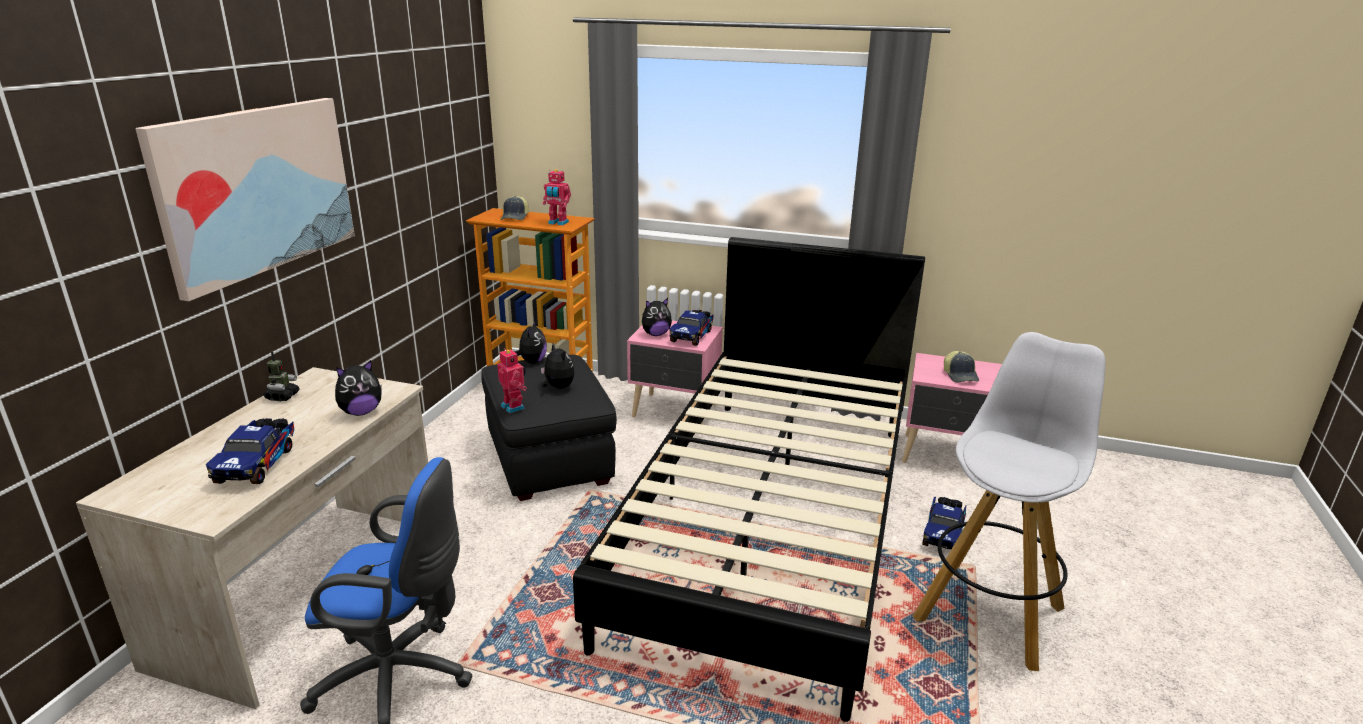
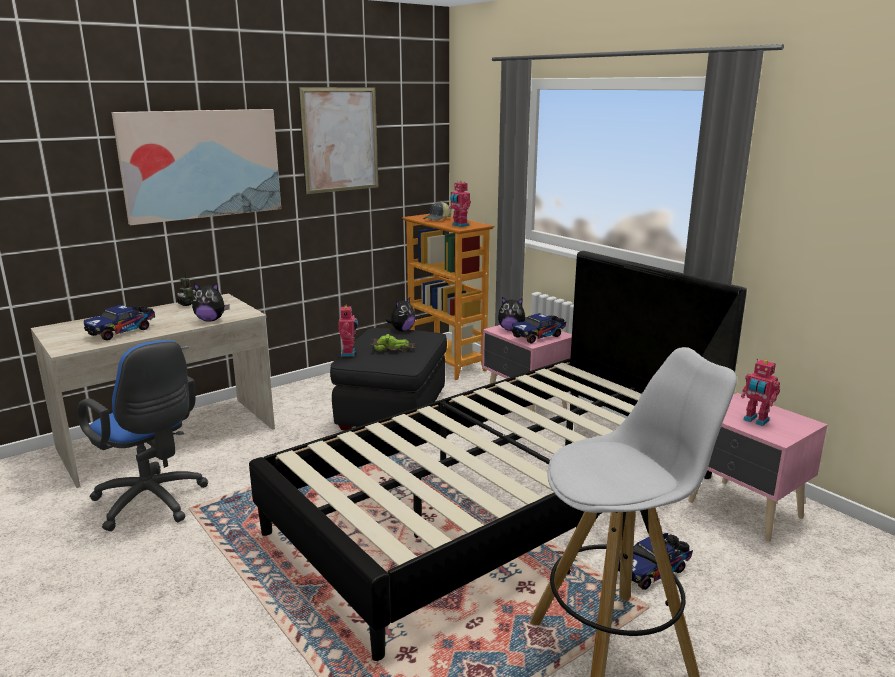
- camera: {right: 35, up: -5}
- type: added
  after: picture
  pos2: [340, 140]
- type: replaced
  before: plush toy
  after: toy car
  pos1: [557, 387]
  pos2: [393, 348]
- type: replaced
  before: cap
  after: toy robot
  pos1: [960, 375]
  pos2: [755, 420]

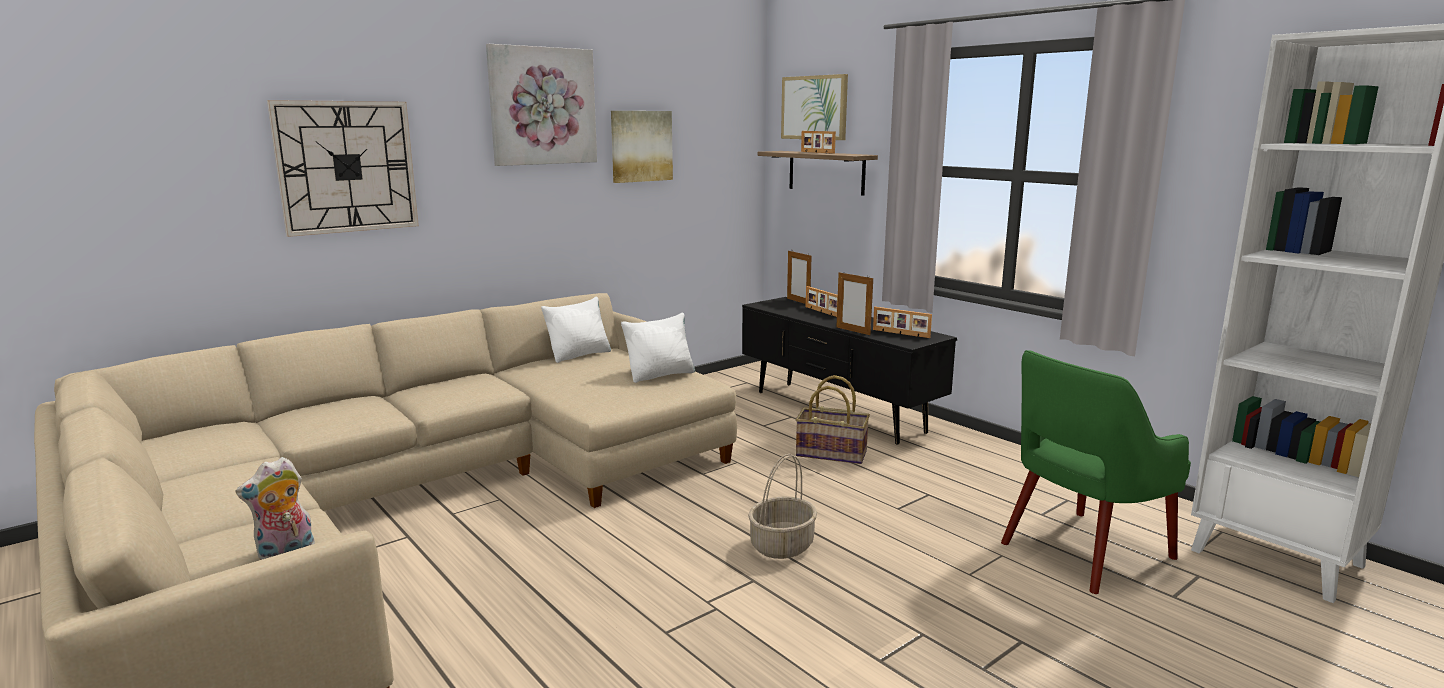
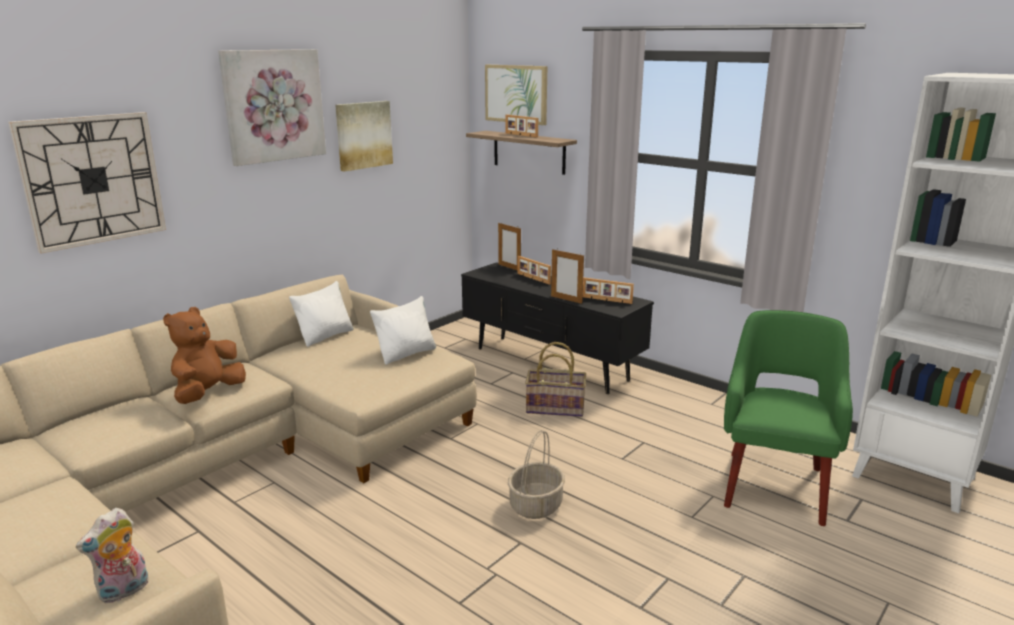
- camera: {right: -10, up: 5}
- type: added
  after: brown plush toy
  pos2: [208, 394]
- type: turned
  before: green armchair
  pos1: [1084, 551]
  pos2: [774, 485]
  turn: 150

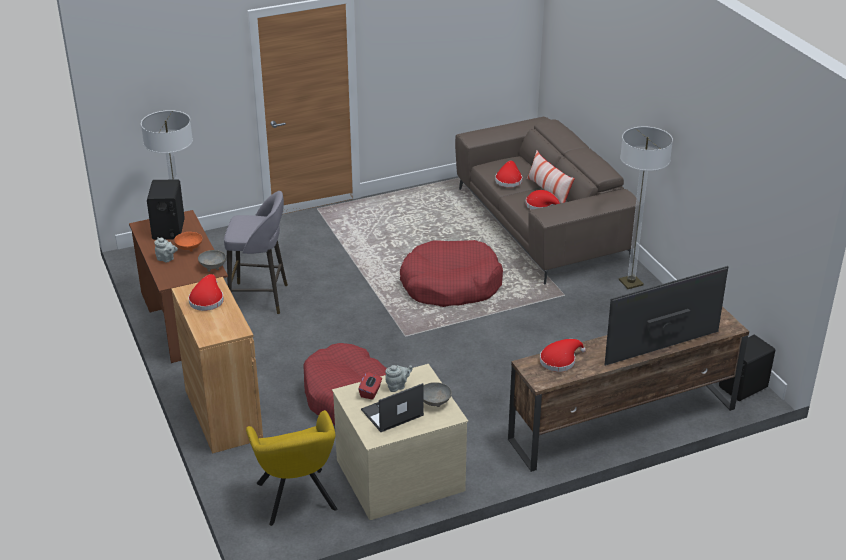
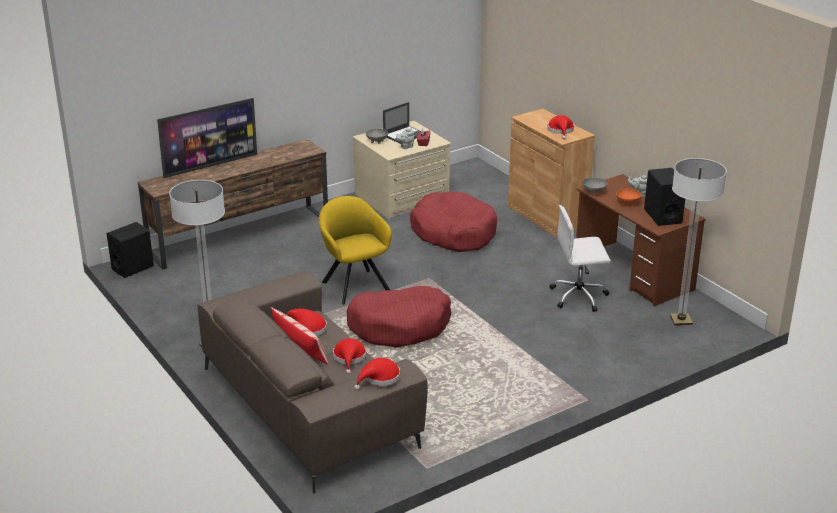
- camera: {right: 170, up: -5}
- type: moved
  before: yellow armchair
  pos1: [297, 500]
  pos2: [354, 284]
- type: moved
  before: red hat
  pos1: [560, 360]
  pos2: [379, 378]
- type: replaced
  before: grey stool
  after: white office chair
  pos1: [260, 298]
  pos2: [579, 296]

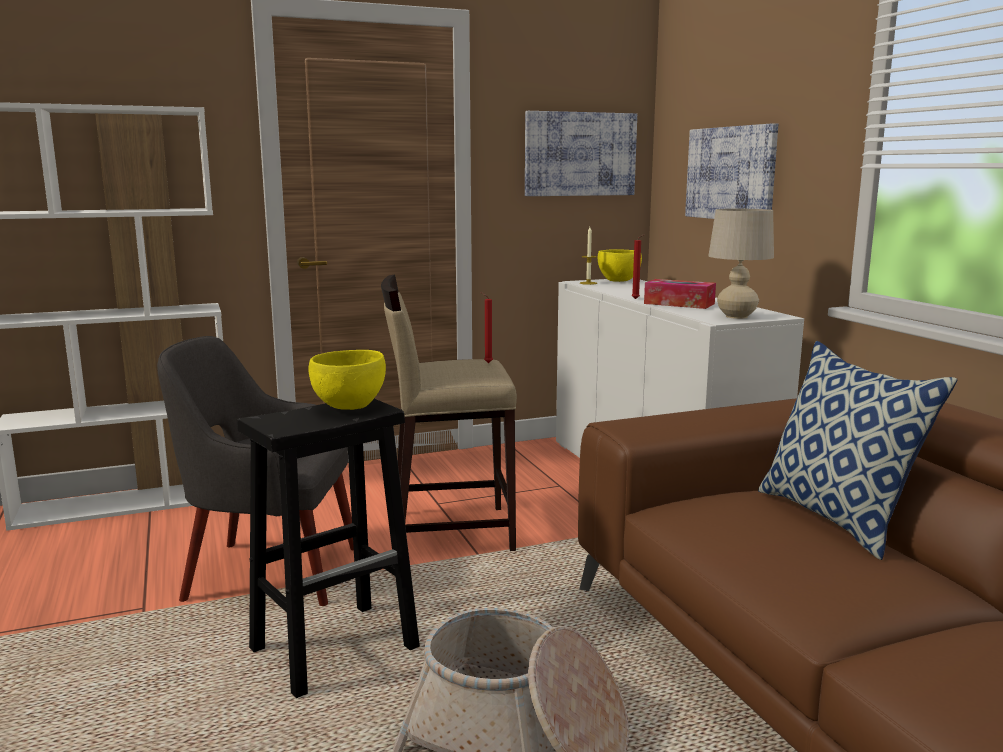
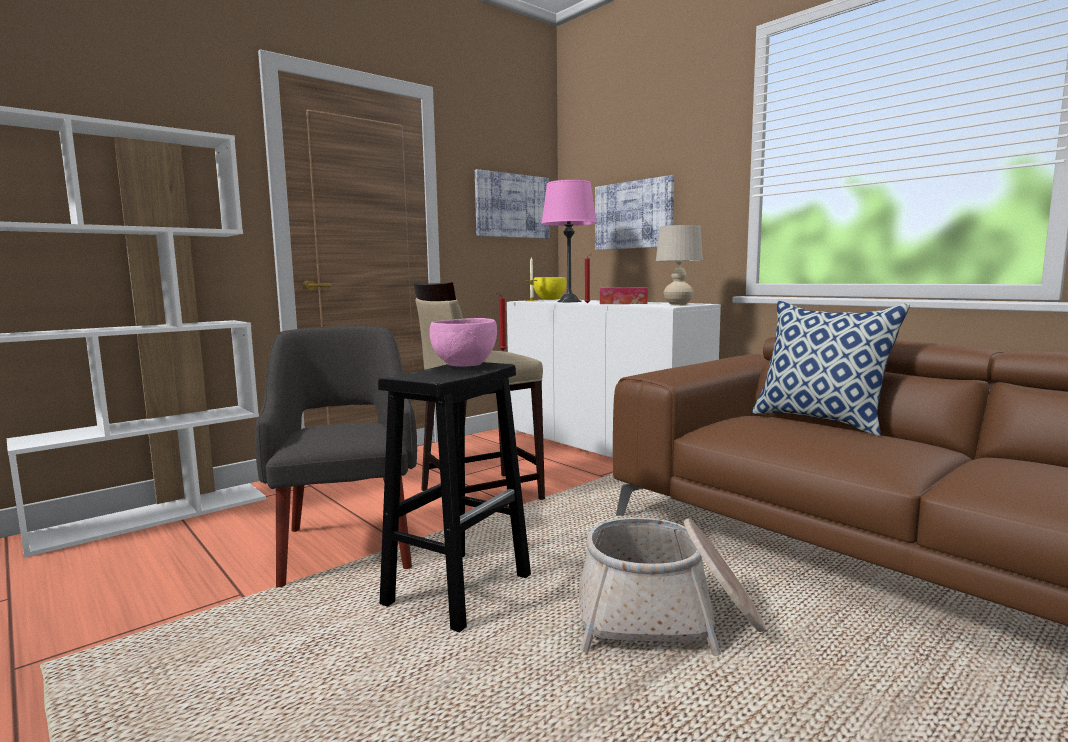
- camera: {right: -20, up: -5}
- type: added
  after: pink table lamp
  pos2: [569, 301]
- type: recoloured
  before: yellow bowl
  after: pink bowl
  pos1: [349, 406]
  pos2: [464, 365]
- type: turned
  before: grey armchair
  pos1: [269, 572]
  pos2: [347, 546]
  turn: 90

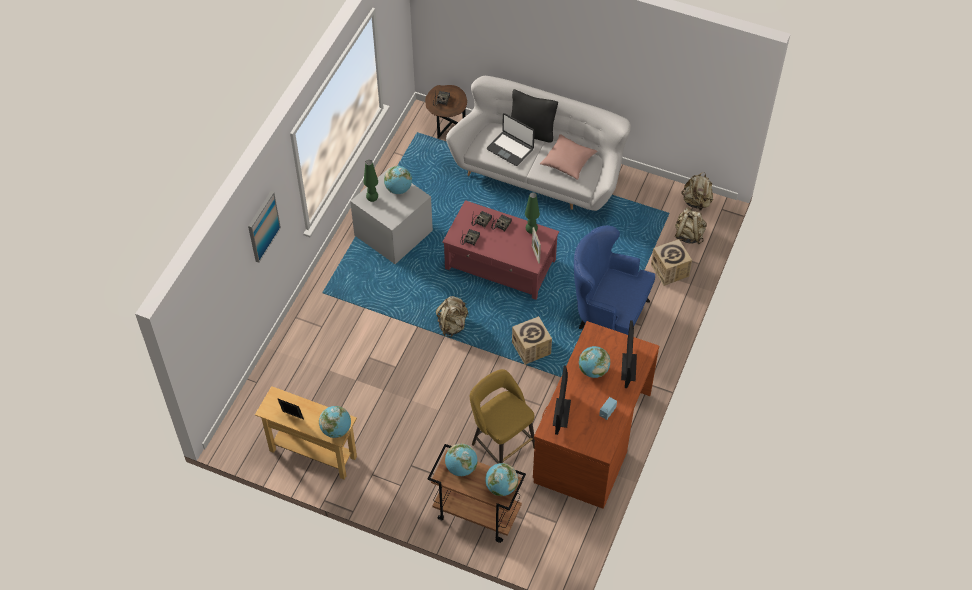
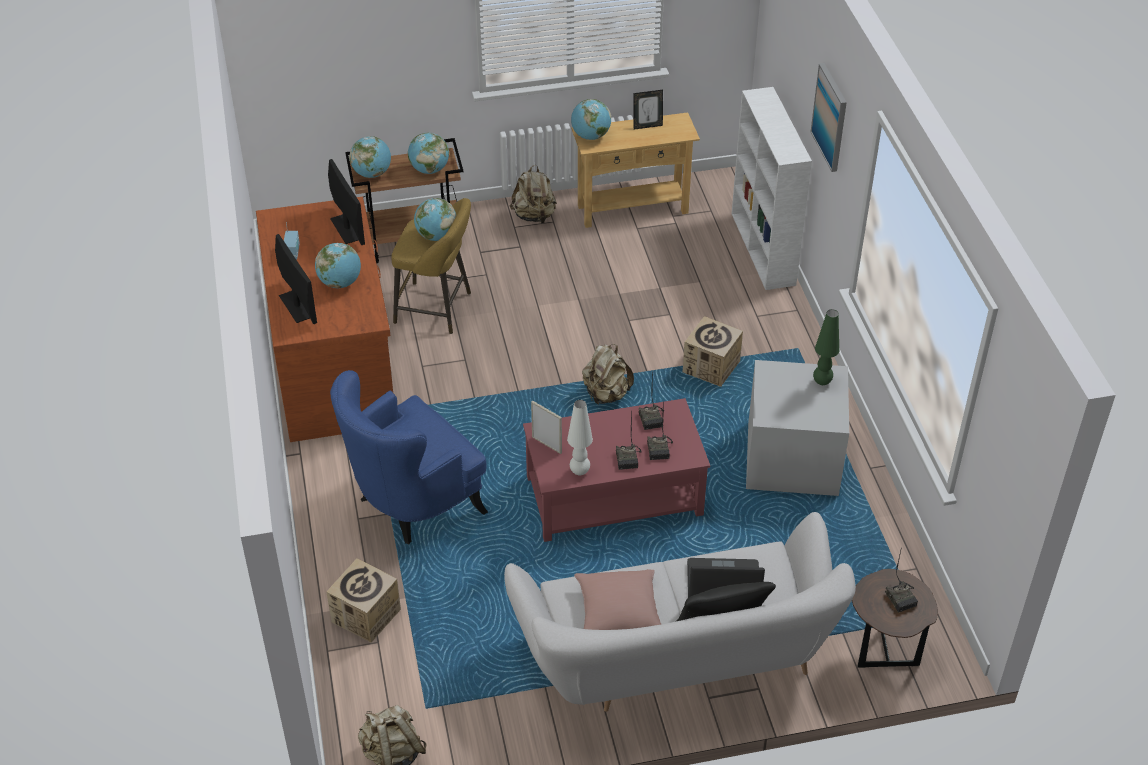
- camera: {right: 145, up: -10}
- type: added
  after: white bookcase
  pos2: [763, 249]
- type: moved
  before: globe
  pos1: [398, 189]
  pos2: [436, 236]
- type: moved
  before: cardboard box
  pos1: [531, 348]
  pos2: [711, 367]
- type: moved
  before: beige backpack
  pos1: [688, 235]
  pos2: [534, 216]
- type: recoloured
  before: green table lamp
  after: white table lamp
  pos1: [531, 231]
  pos2: [579, 471]
- type: turned
  before: blue armchair
  pos1: [607, 317]
  pos2: [412, 504]
  turn: 150

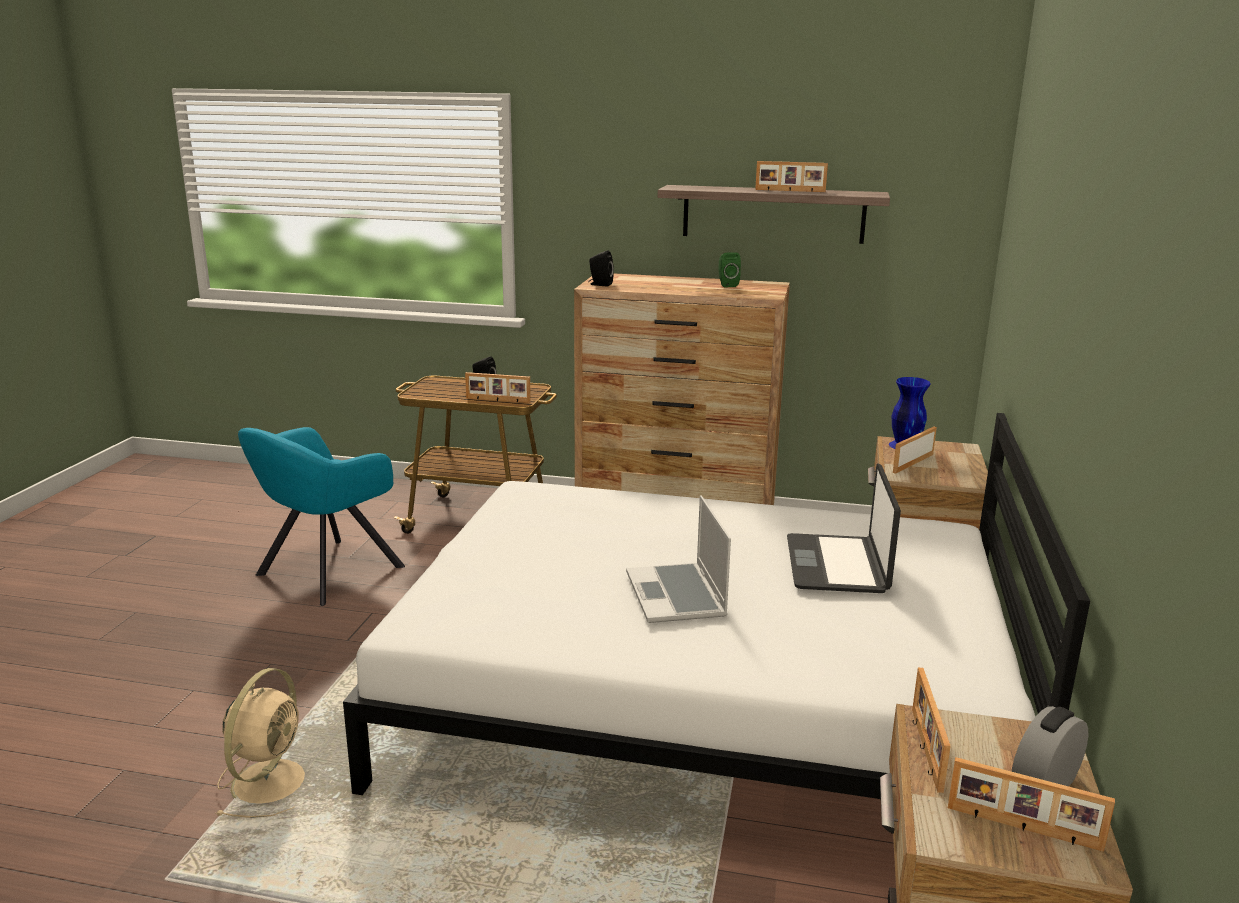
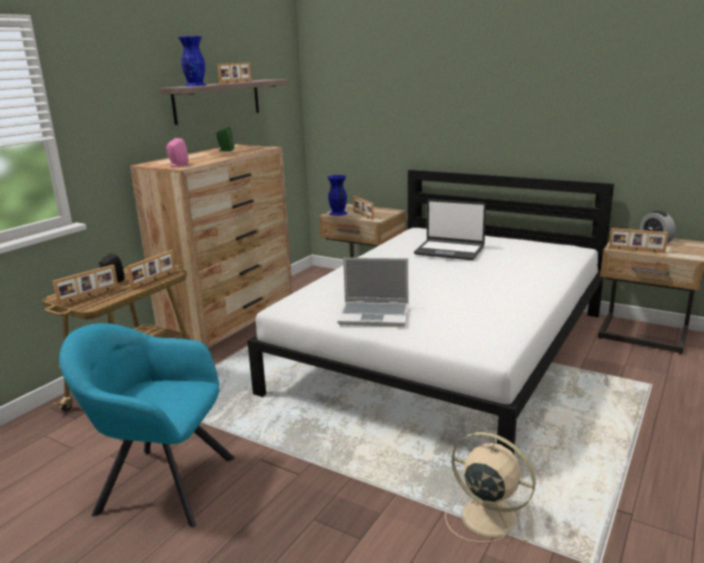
- camera: {right: -70, up: 0}
- type: added
  after: blue vase
  pos2: [195, 85]
- type: moved
  before: laptop
  pos1: [677, 596]
  pos2: [375, 315]
- type: moved
  before: picture frame
  pos1: [1023, 829]
  pos2: [89, 295]
- type: recoloured
  before: black speaker
  after: pink speaker
  pos1: [600, 284]
  pos2: [177, 165]
- type: turned
  before: turquoise armchair
  pos1: [326, 573]
  pos2: [161, 484]
  turn: 135

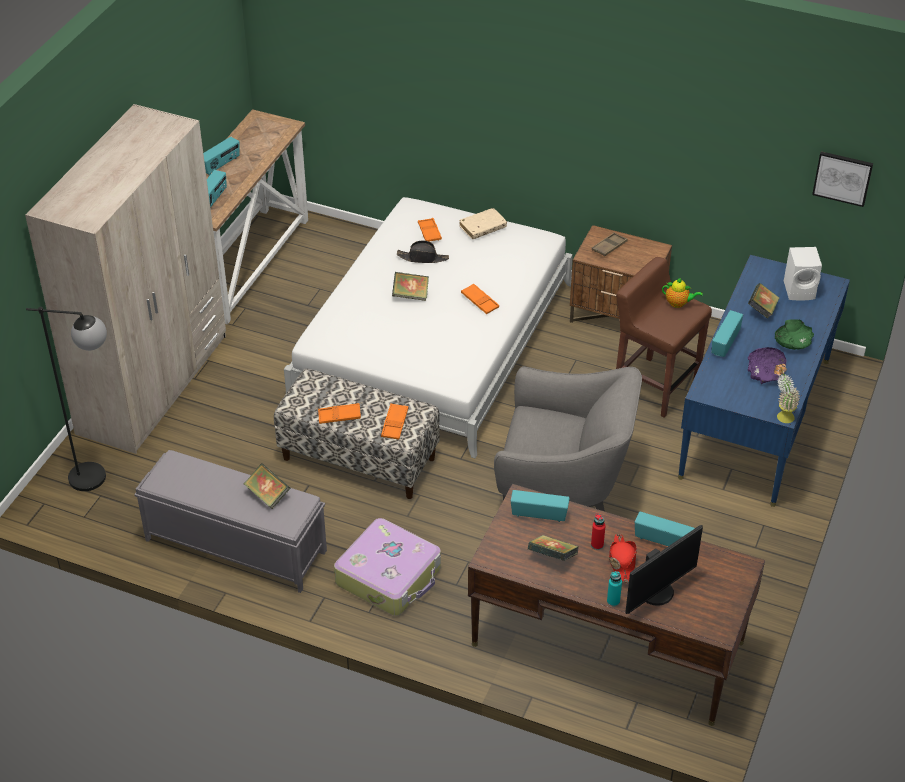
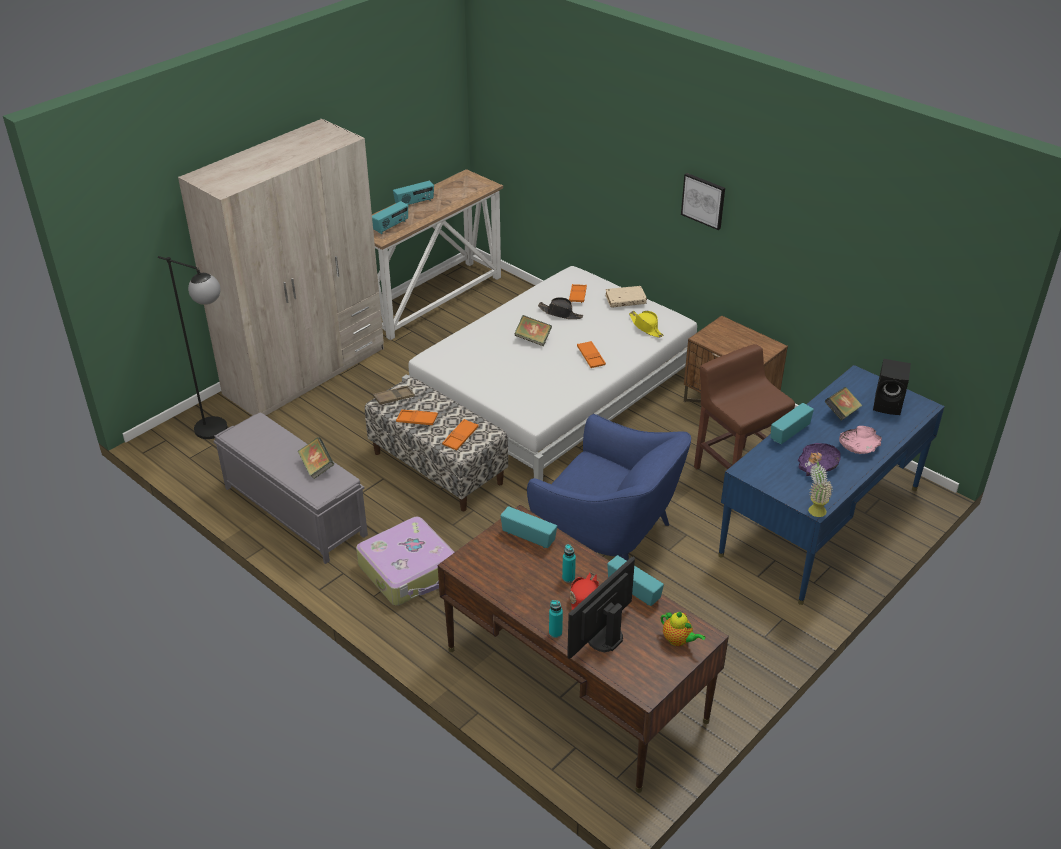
- camera: {right: 20, up: -5}
- type: removed
  before: book
  pos1: [552, 557]
- type: added
  after: yellow hat
  pos2: [646, 327]
- type: moved
  before: brown tray
  pos1: [609, 247]
  pos2: [394, 398]
- type: moved
  before: teapot
  pos1: [678, 303]
  pos2: [678, 640]
- type: moved
  before: picture
  pos1: [842, 178]
  pos2: [703, 200]
- type: recoloured
  before: grey armchair
  after: blue armchair
  pos1: [563, 483]
  pos2: [607, 532]
- type: recoloured
  before: red bottle
  after: turquoise bottle
  pos1: [597, 545]
  pos2: [568, 578]
- type: recoloured
  before: green bowl
  after: pink bowl
  pos1: [793, 341]
  pos2: [859, 446]
- type: recoloured
  before: white speaker
  after: black speaker
  pos1: [800, 290]
  pos2: [889, 405]
- type: turned
  before: monitor
  pos1: [657, 592]
  pos2: [603, 637]
  turn: 150

